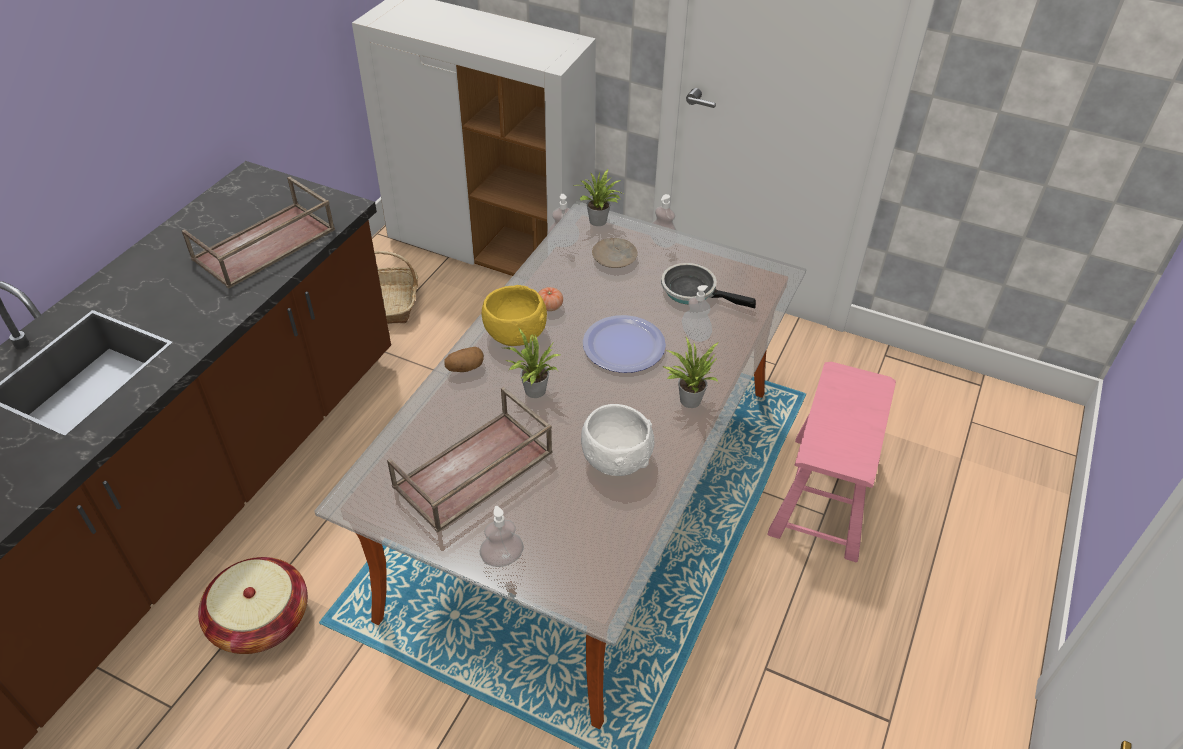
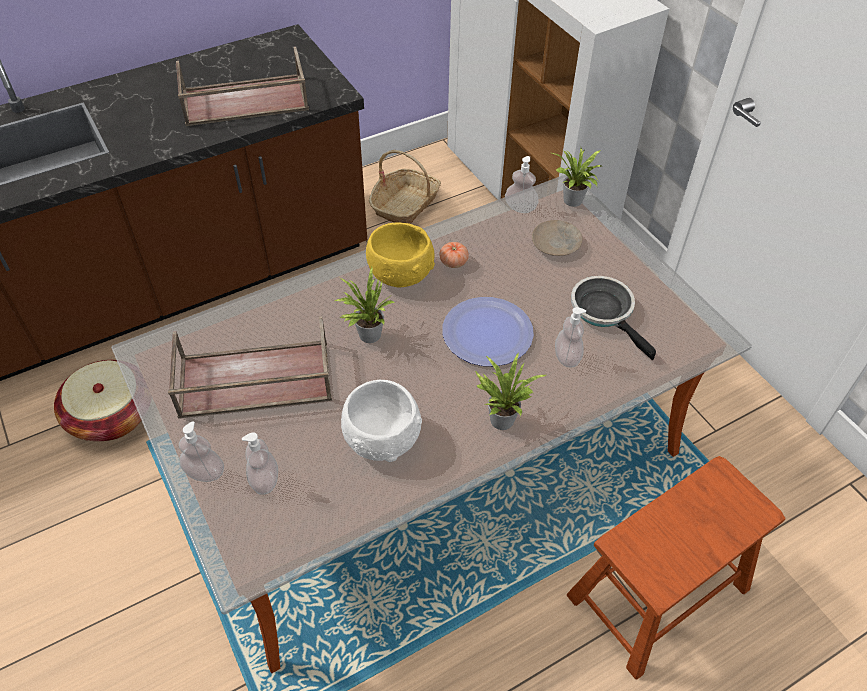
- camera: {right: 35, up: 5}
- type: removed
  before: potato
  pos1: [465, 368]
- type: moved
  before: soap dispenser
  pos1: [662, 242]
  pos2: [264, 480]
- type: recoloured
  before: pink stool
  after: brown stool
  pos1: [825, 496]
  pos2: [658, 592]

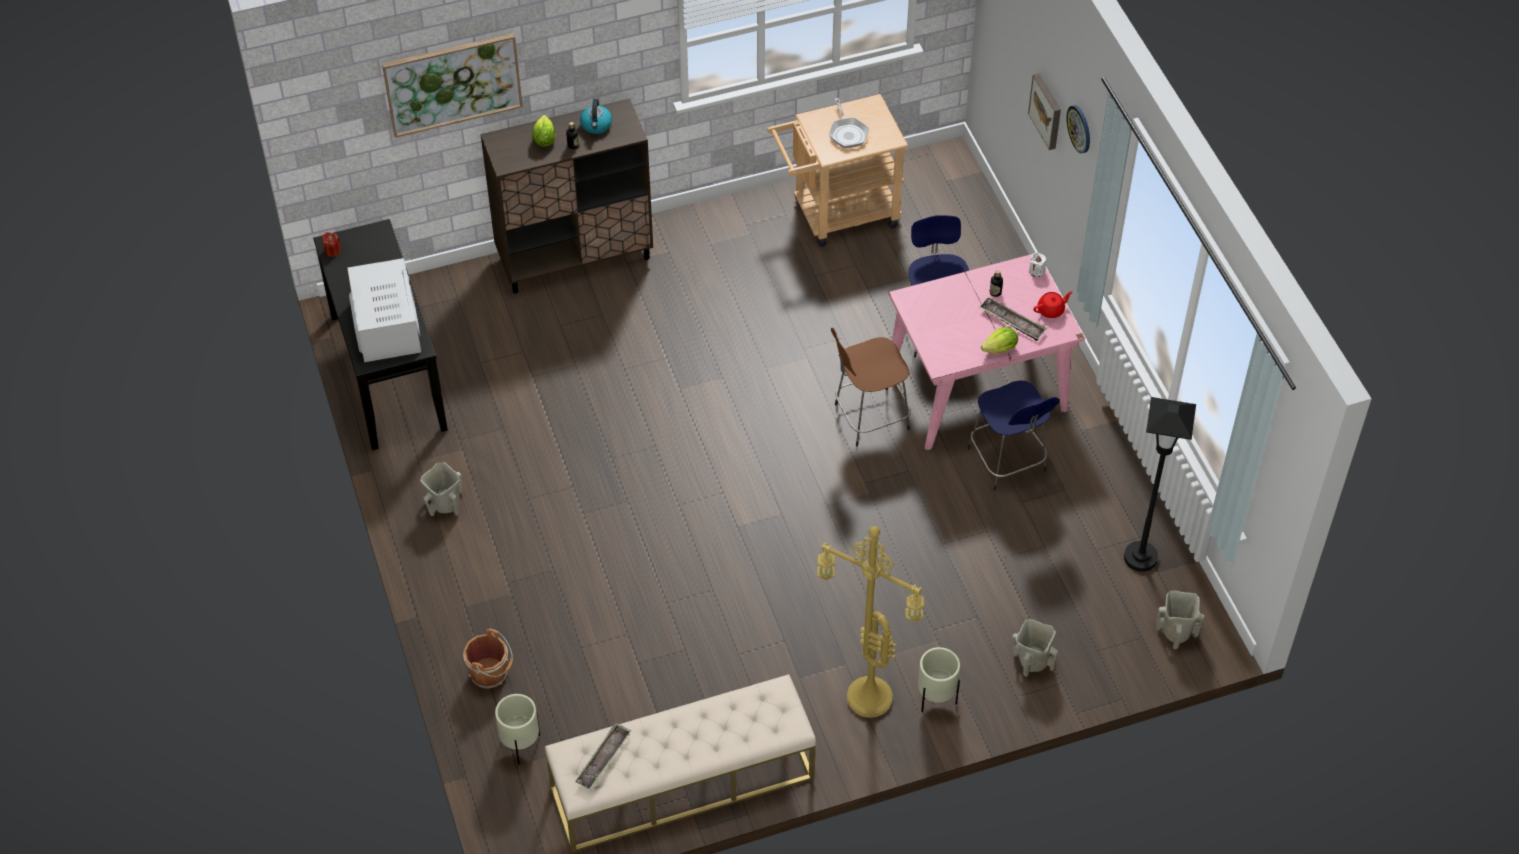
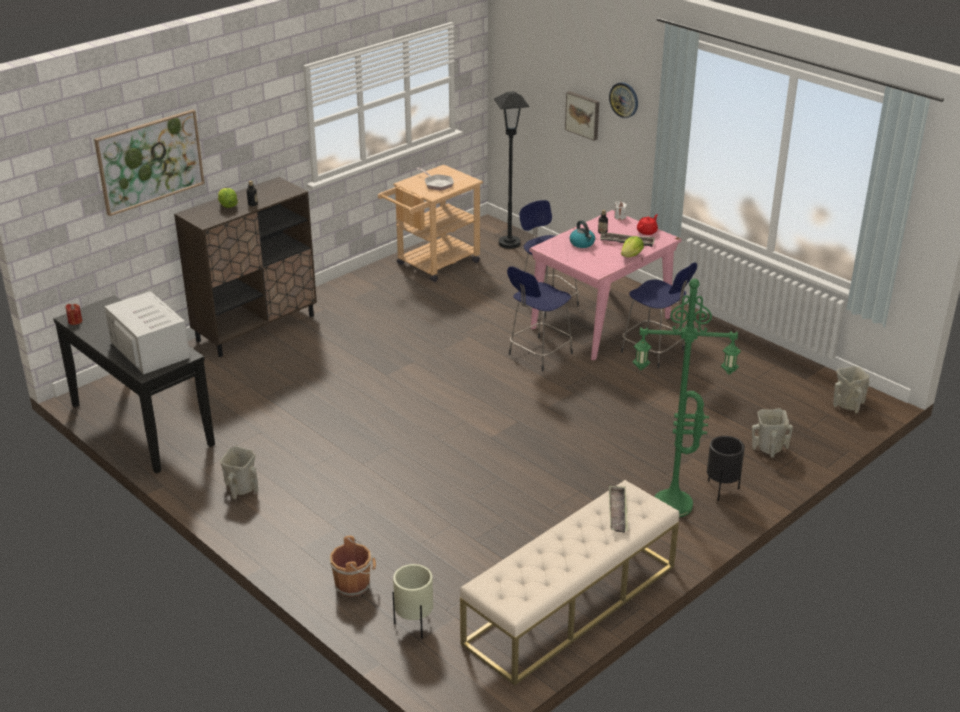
- camera: {right: -25, up: -20}
- type: moved
  before: tray
  pos1: [603, 759]
  pos2: [617, 512]
- type: moved
  before: kettle
  pos1: [596, 125]
  pos2: [582, 243]
- type: moved
  before: black floor lamp
  pos1: [1140, 558]
  pos2: [509, 243]
- type: recoloured
  before: yellow floor lamp
  after: green floor lamp
  pos1: [866, 699]
  pos2: [671, 506]
- type: recoloured
  before: brown stool
  after: blue stool
  pos1: [869, 417]
  pos2: [538, 354]
- type: recoloured
  before: beige planter
  after: black planter
  pos1: [935, 699]
  pos2: [721, 490]

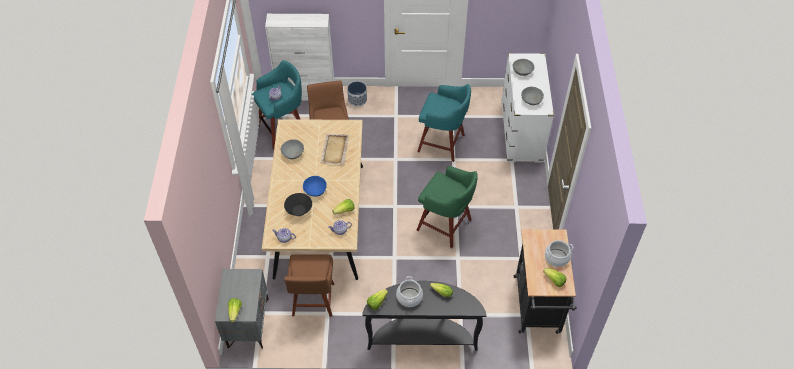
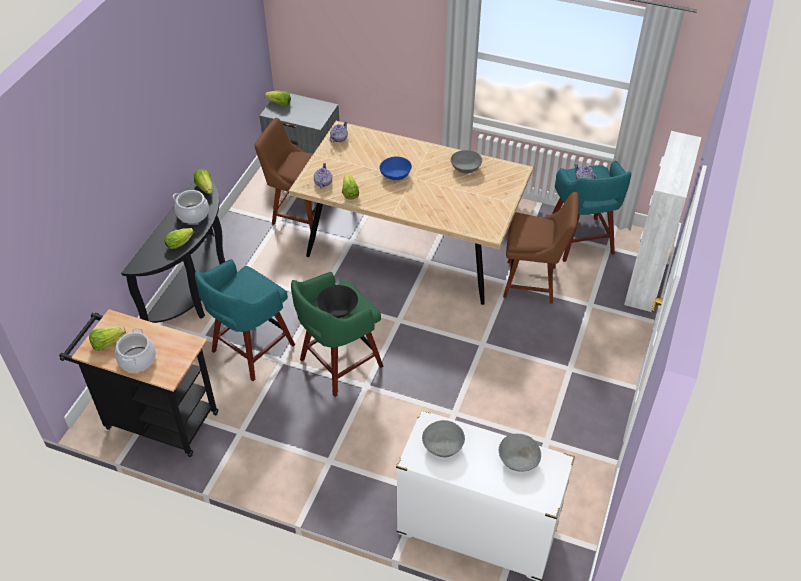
- camera: {right: 110, up: -5}
- type: removed
  before: beige tray
  pos1: [334, 150]
- type: removed
  before: planter
  pos1: [357, 100]
- type: moved
  before: black bowl
  pos1: [299, 211]
  pos2: [338, 311]
- type: moved
  before: turquoise stool
  pos1: [442, 144]
  pos2: [251, 349]

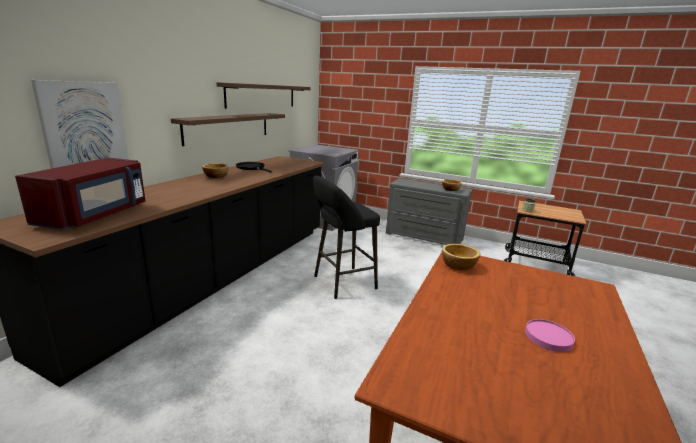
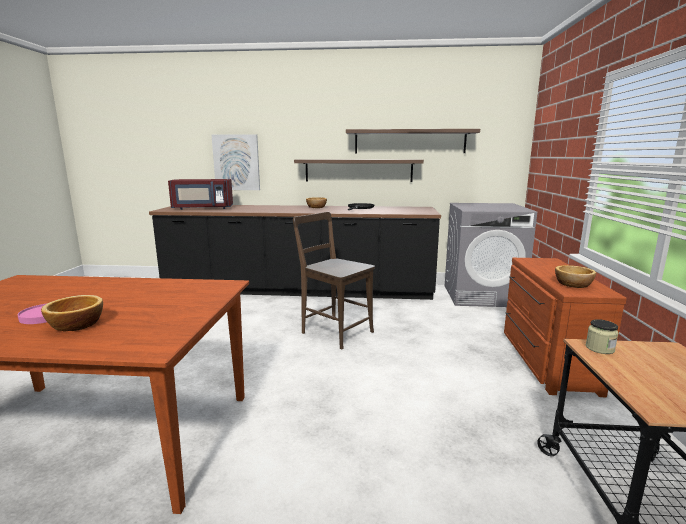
- camera: {right: 70, up: -5}
- type: moved
  before: bowl
  pos1: [458, 265]
  pos2: [75, 325]
- type: replaced
  before: black stool
  after: brown chair
  pos1: [341, 283]
  pos2: [334, 331]
- type: recoloured
  before: grey dresser
  after: brown dresser
  pos1: [423, 237]
  pos2: [544, 360]

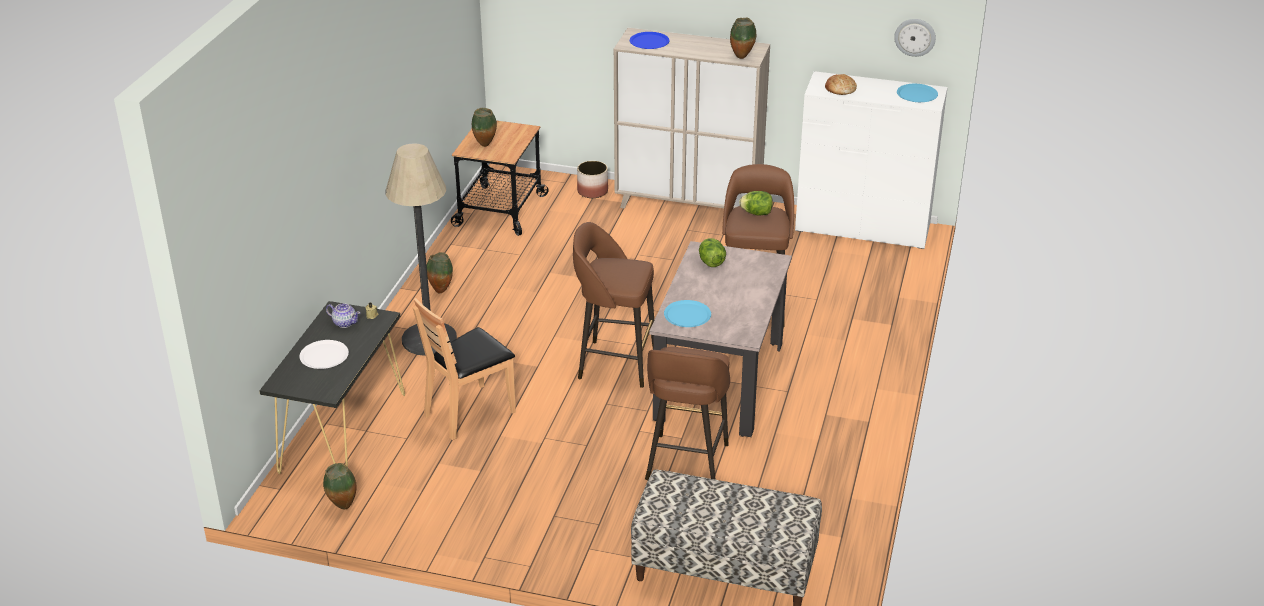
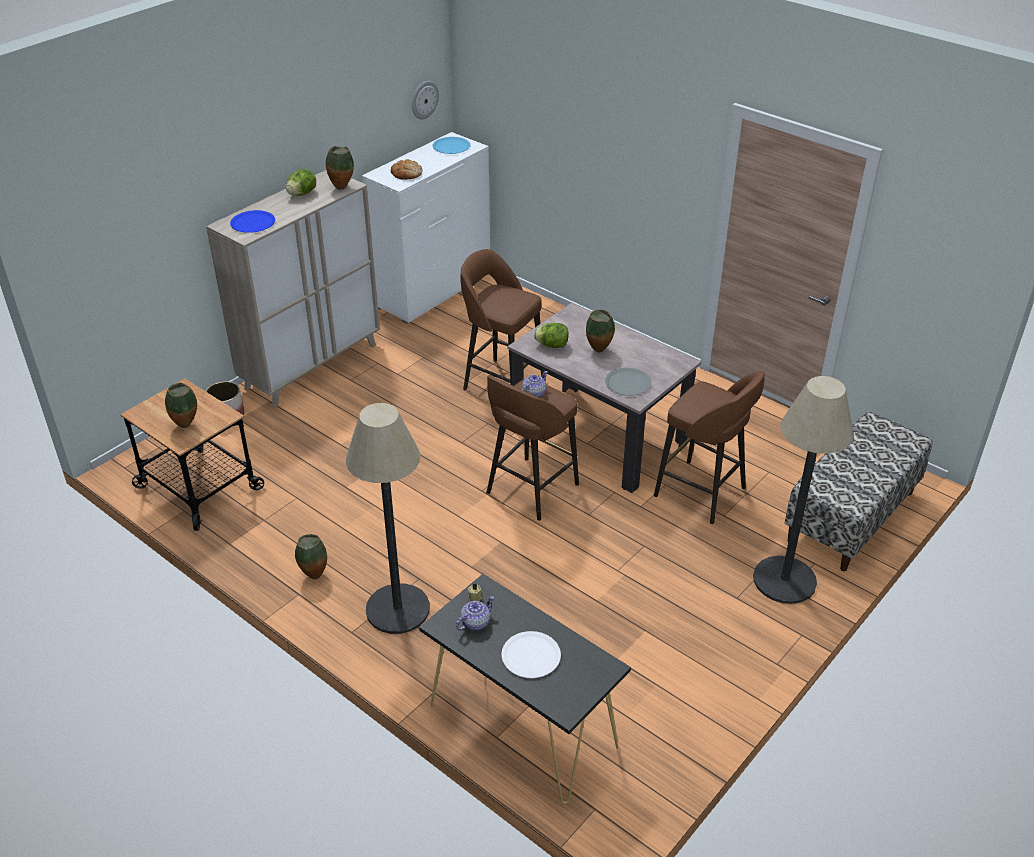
- camera: {right: -65, up: 5}
- type: removed
  before: brown chair
  pos1: [470, 412]
- type: added
  after: teapot
  pos2: [533, 394]
- type: added
  after: floor lamp
  pos2: [784, 580]
- type: moved
  before: vase
  pos1: [343, 507]
  pos2: [599, 351]
- type: moved
  before: lettuce
  pos1: [756, 213]
  pos2: [302, 194]
- type: recoloured
  before: blue plate
  after: grey plate
  pos1: [687, 315]
  pos2: [628, 383]

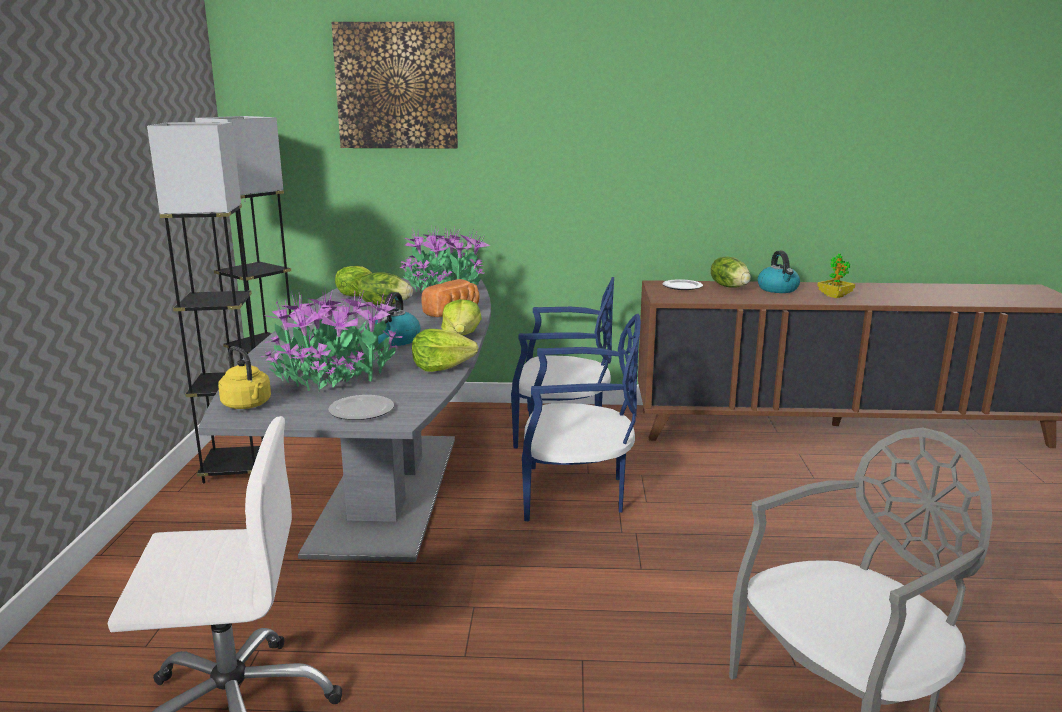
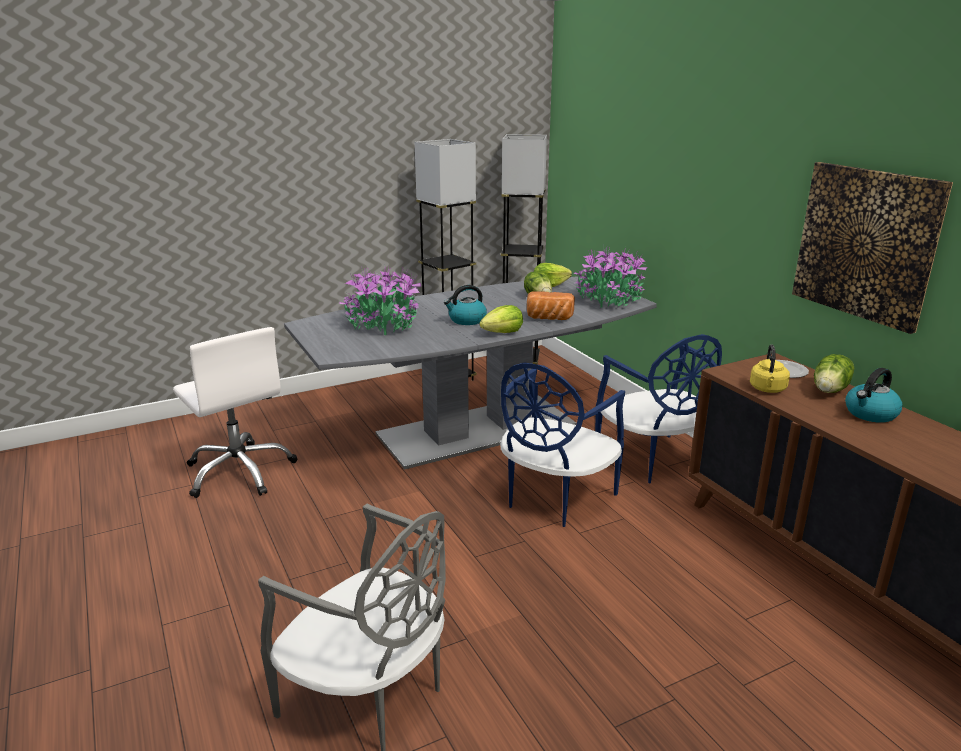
- camera: {right: 60, up: 5}
- type: removed
  before: plate
  pos1: [362, 411]
- type: removed
  before: lettuce
  pos1: [441, 367]
- type: removed
  before: potted plant
  pos1: [834, 296]
- type: moved
  before: yellow kettle
  pos1: [248, 405]
  pos2: [767, 389]
- type: moved
  before: picture
  pos1: [396, 86]
  pos2: [866, 243]
- type: turned
  before: blue chair
  pos1: [576, 494]
  pos2: [554, 498]
  turn: 60

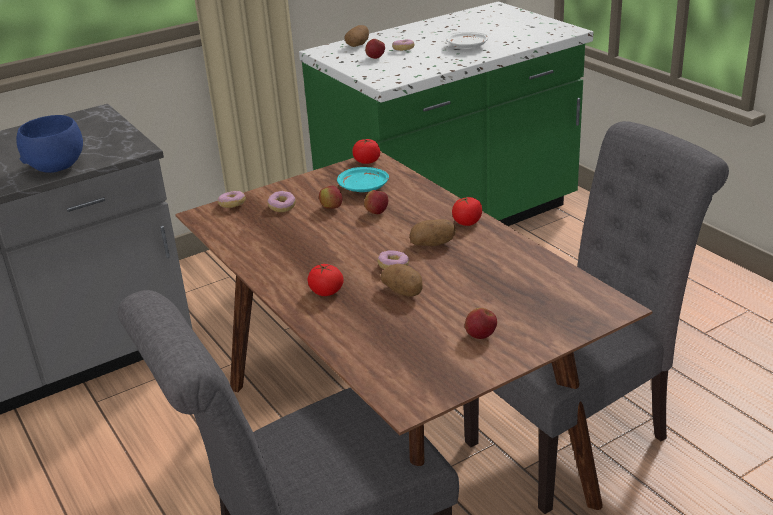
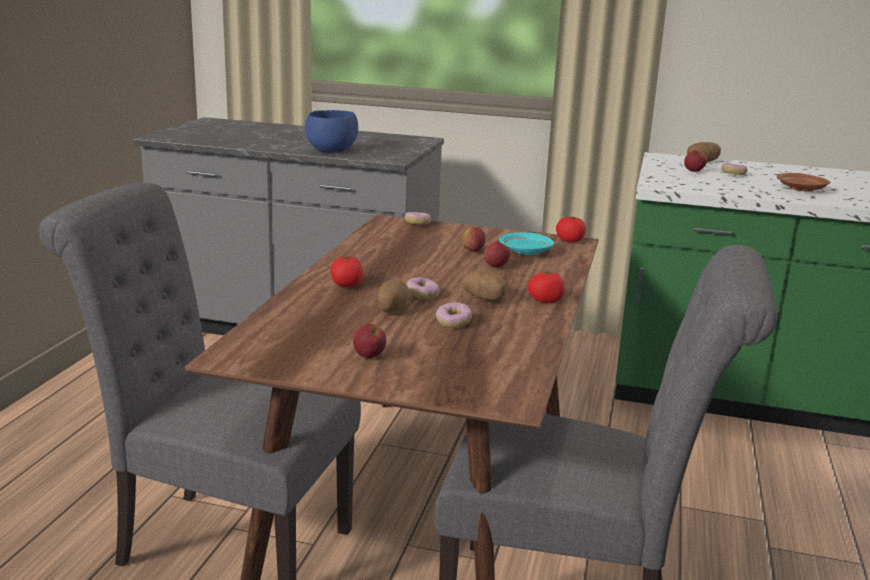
- camera: {right: 45, up: -10}
- type: moved
  before: donut
  pos1: [282, 207]
  pos2: [453, 322]
- type: recoloured
  before: white plate
  after: brown plate
  pos1: [467, 47]
  pos2: [801, 189]

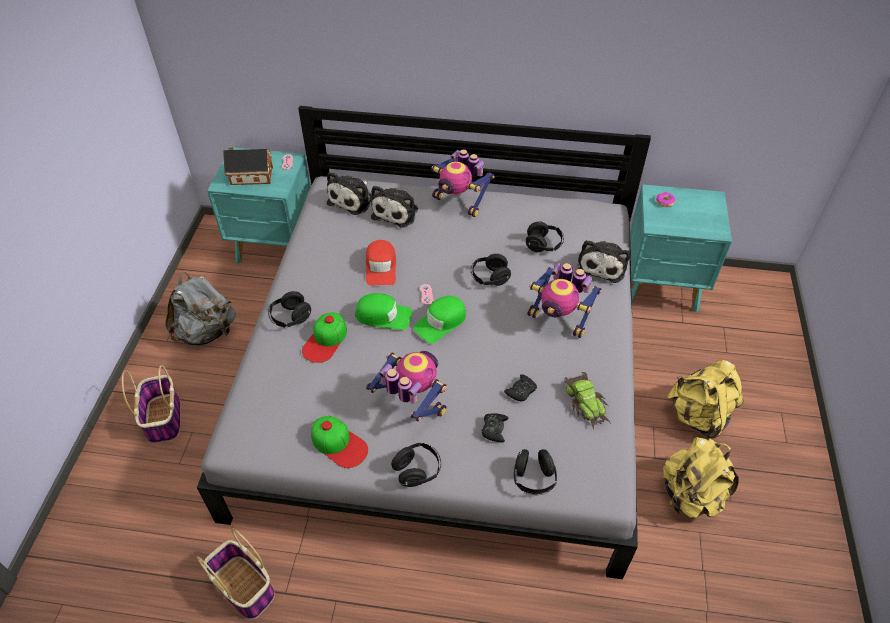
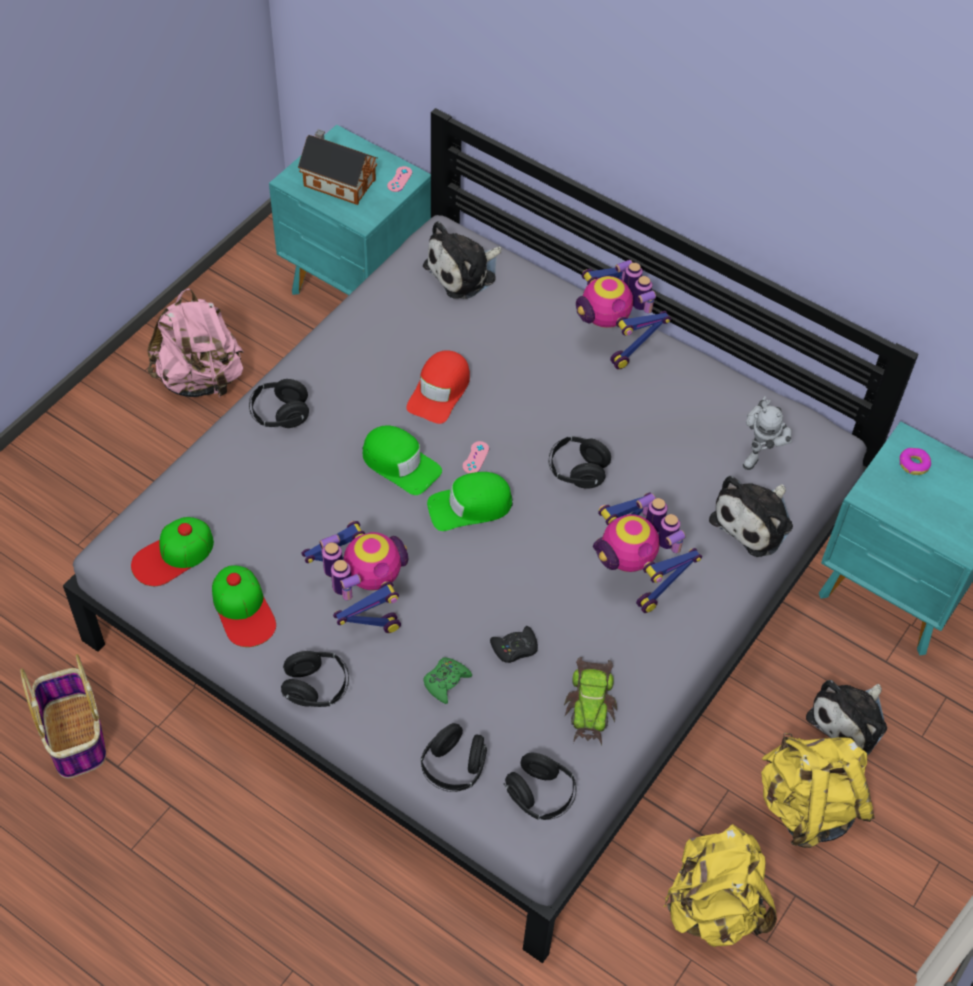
- camera: {right: 25, up: 5}
- type: removed
  before: basket
  pos1: [163, 418]
- type: added
  after: toy robot
  pos2: [761, 453]
- type: moved
  before: cap
  pos1: [325, 340]
  pos2: [173, 555]
- type: moved
  before: plush toy
  pos1: [396, 212]
  pos2: [850, 721]
- type: moved
  before: black headphones
  pos1: [544, 245]
  pos2: [540, 795]
- type: recoloured
  before: grey backpack
  after: pink backpack
  pos1: [207, 332]
  pos2: [201, 379]
- type: recoloured
  before: black game controller
  after: green game controller
  pos1: [494, 429]
  pos2: [446, 682]

